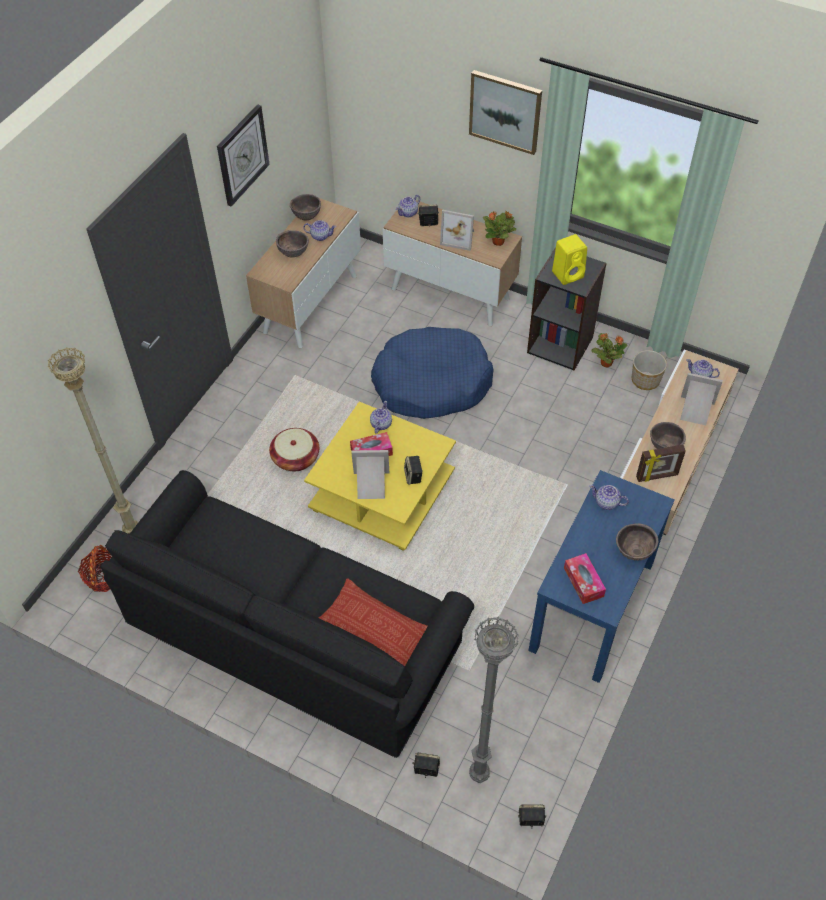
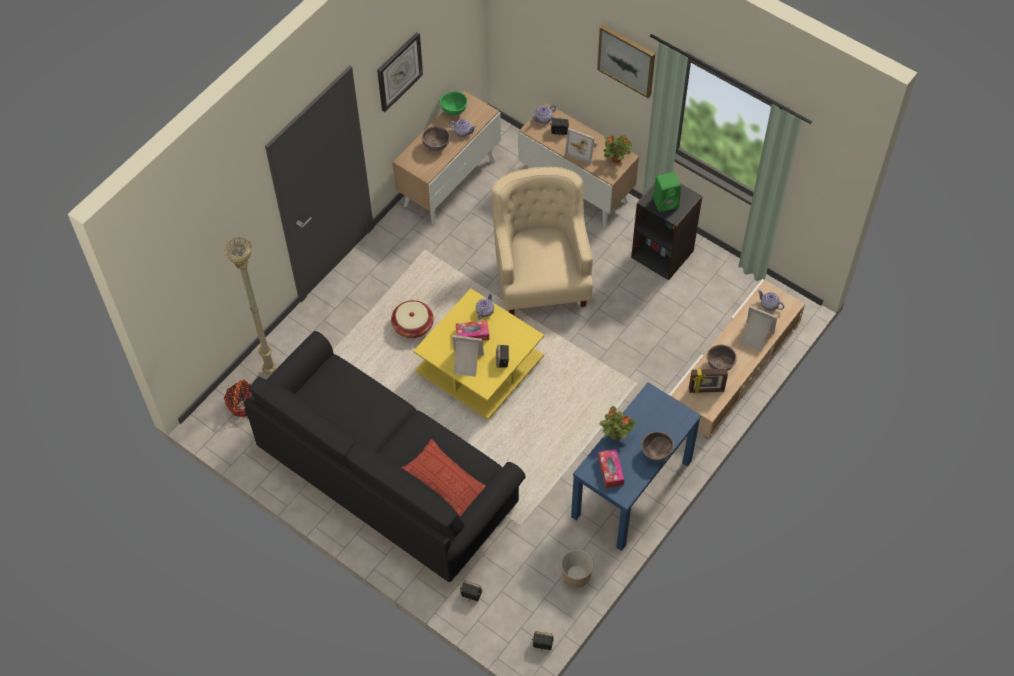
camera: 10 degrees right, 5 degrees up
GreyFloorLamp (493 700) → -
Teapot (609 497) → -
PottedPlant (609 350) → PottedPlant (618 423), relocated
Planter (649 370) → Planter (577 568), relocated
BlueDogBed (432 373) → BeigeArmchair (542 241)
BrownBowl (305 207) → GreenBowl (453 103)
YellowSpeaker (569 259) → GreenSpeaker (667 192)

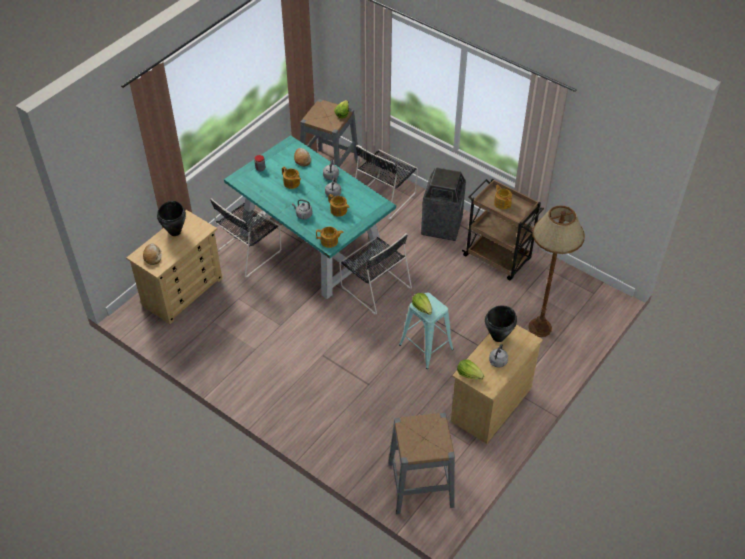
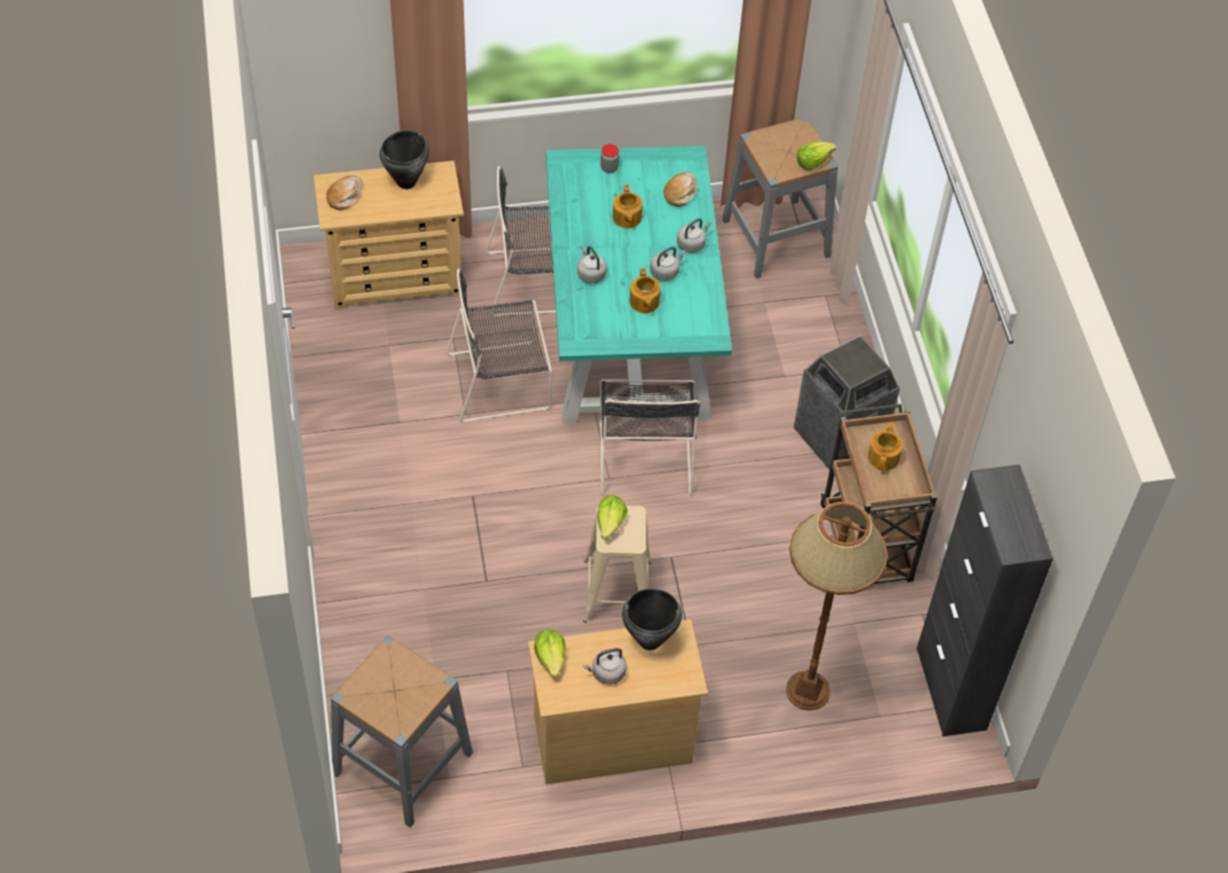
camera: 40 degrees right, 5 degrees up
Teapot (330 237) → -
- → BlackCabinet (985 600)
BlackChair (386 182) → BlackChair (499 345), relocated
TurquoiseStool (426 330) → BeigeStool (617 564)

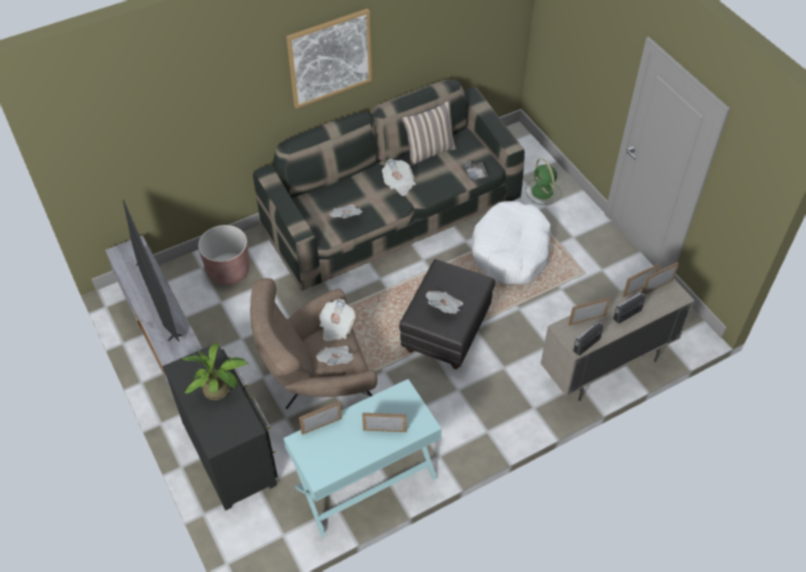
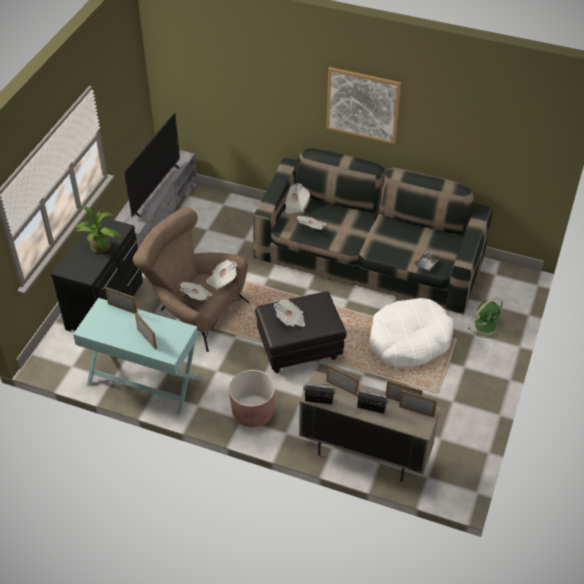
camera: 50 degrees right, 5 degrees down
Pillow (429 133) → -
BrownPlanter (224 255) → BrownPlanter (252 398), relocated
Newspaper (399 177) → Newspaper (297 198), relocated
GreenFan (543 181) → GreenFan (485 318), 150 degrees counterclockwise

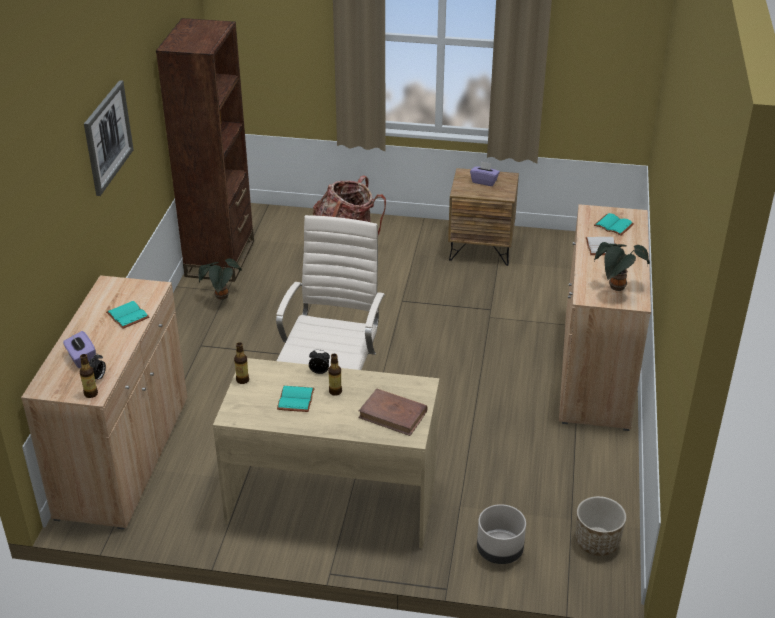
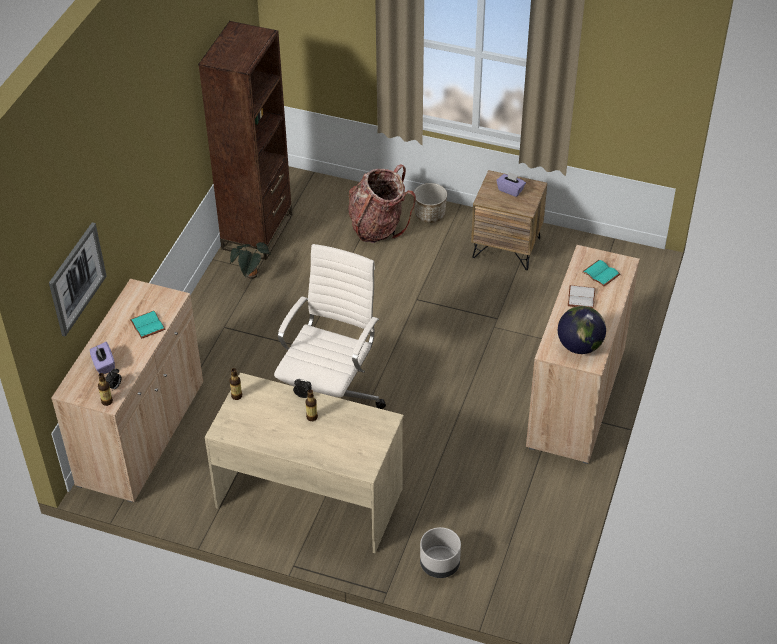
camera: 10 degrees right, 10 degrees up
TurquoiseBook (296 399) → -
BrownBook (393 412) → -
Picture (109 138) → Picture (78 279), relocated
Planter (601 526) → Planter (430 203), relocated
PottedPlant (622 266) → Globe (582 330)

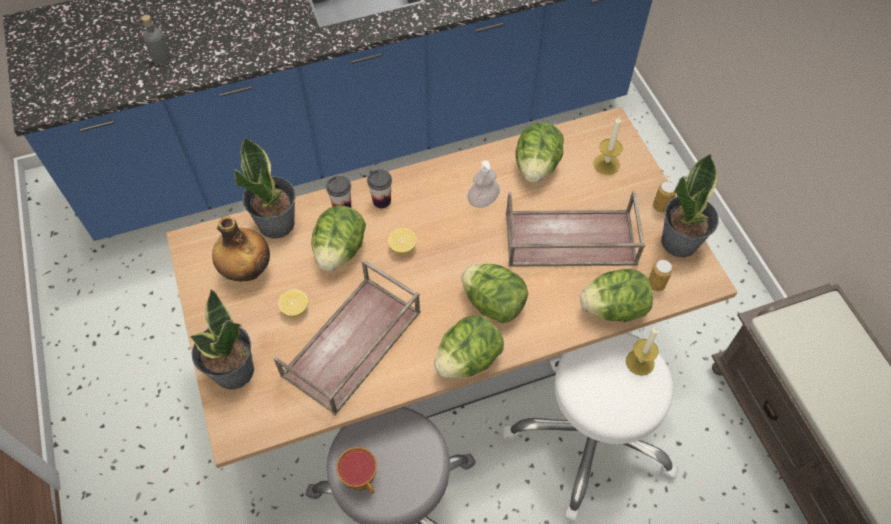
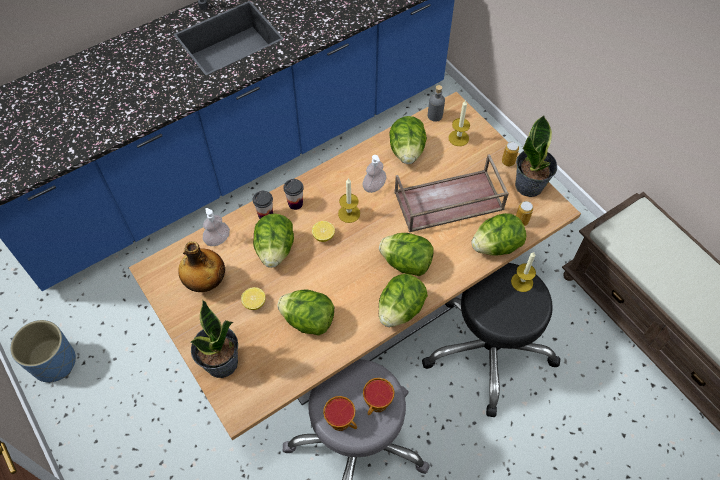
camera: 15 degrees left, 0 degrees up
- → BluePlanter (43 351)
- → Candle (349 200)
- → Cup (379 396)
GreyBottle (156 39) → GreyBottle (436 103), relocated
PottedPlant (265 187) → SoapDispenser (216 227)
BrownTray (347 337) → Lettuce (305 313)
WhiteStool (590 427) → BlackStool (491 340)

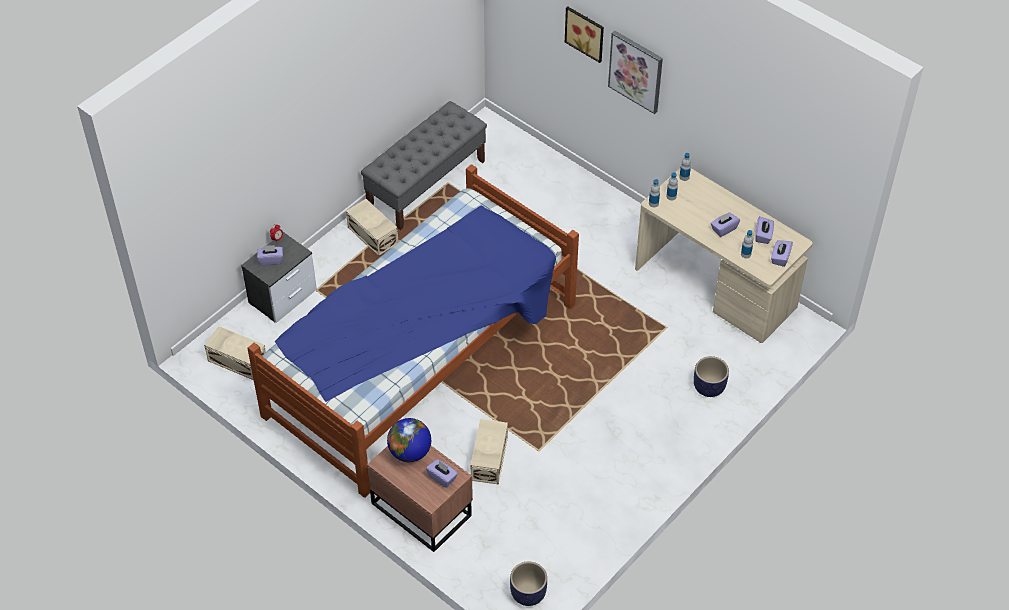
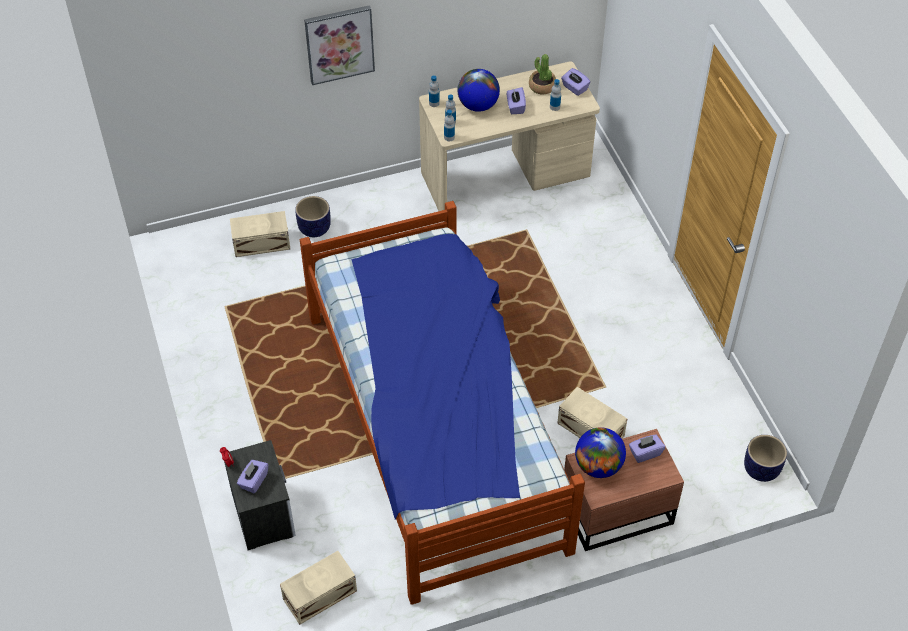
camera: 60 degrees left, 0 degrees up
GreyBench (424 165) → -
Picture (584 34) → -
- → Globe (478 90)
BeigeStorageBox (372 227) → BeigeStorageBox (260 234), relocated
Planter (711 376) → Planter (313 216), relocated
PurpleTissueBox (764 230) → PottedPlant (542 74)

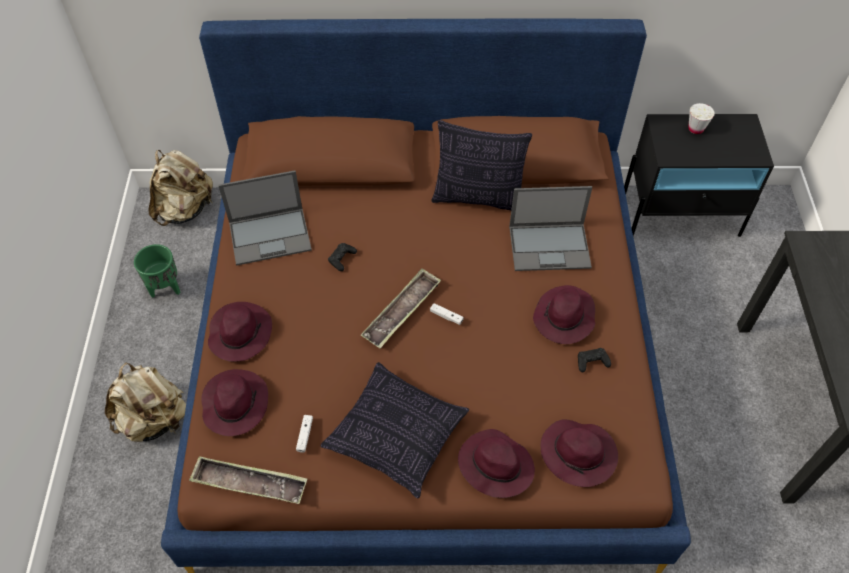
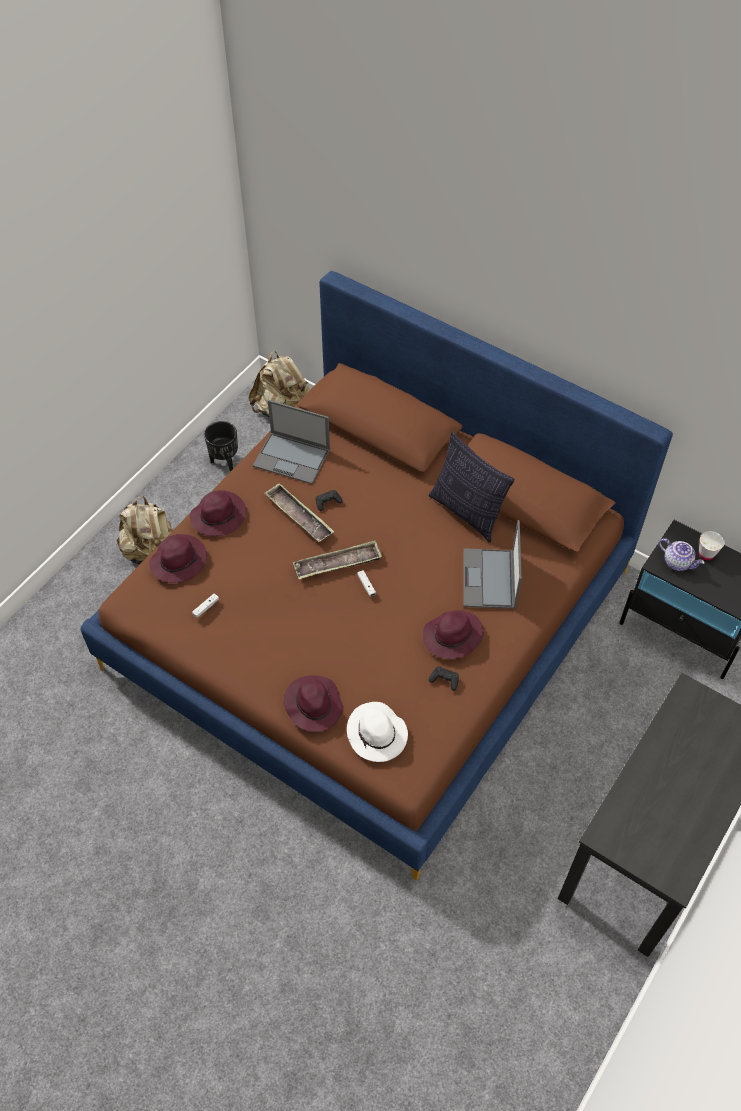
camera: 35 degrees right, 0 degrees up
Pillow (394 430) → -
- → Teapot (682 554)
Tray (248 480) → Tray (299 512), relocated
GreenPlanter (157 271) → BlackPlanter (221 446)
PurpleHat (579 453) → WhiteHat (377 732)
Laptop (550 228) → Laptop (492 564), 60 degrees clockwise

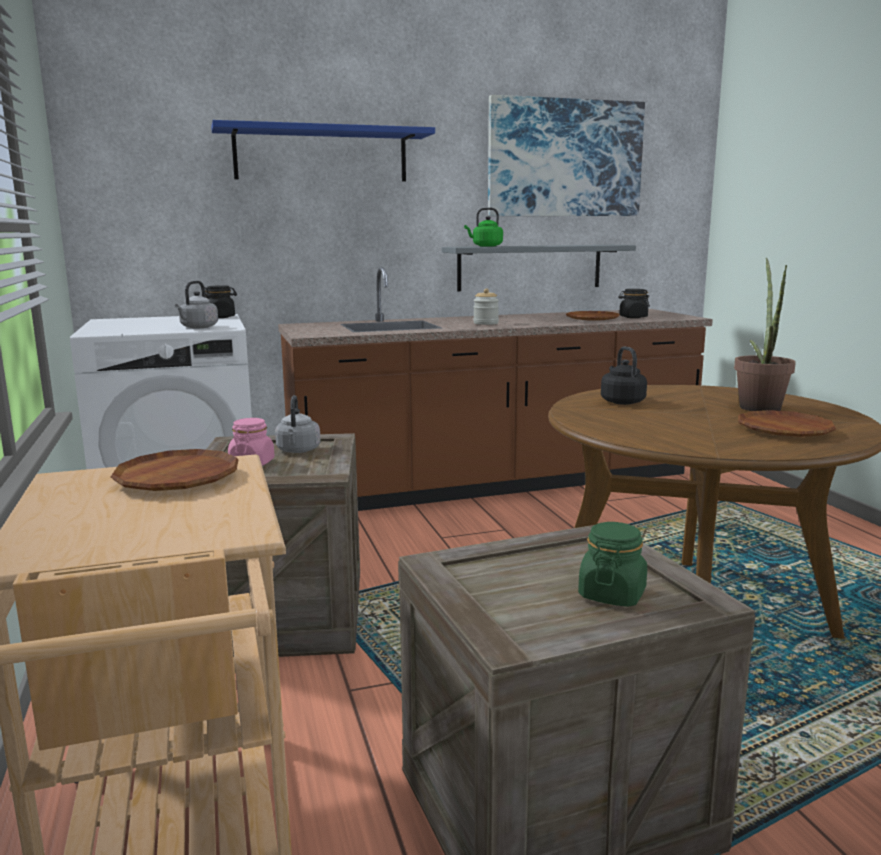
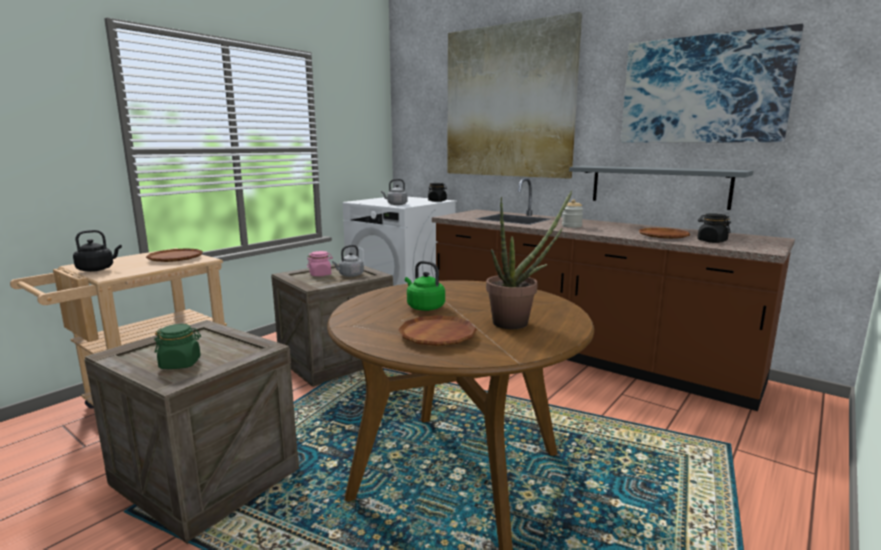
camera: 55 degrees right, 0 degrees up
GreenKettle (483 227) → GreenKettle (425 286), relocated
BlackKettle (624 375) → BlackKettle (97 251), relocated
BlueShelf (323 150) → Picture (514 95)

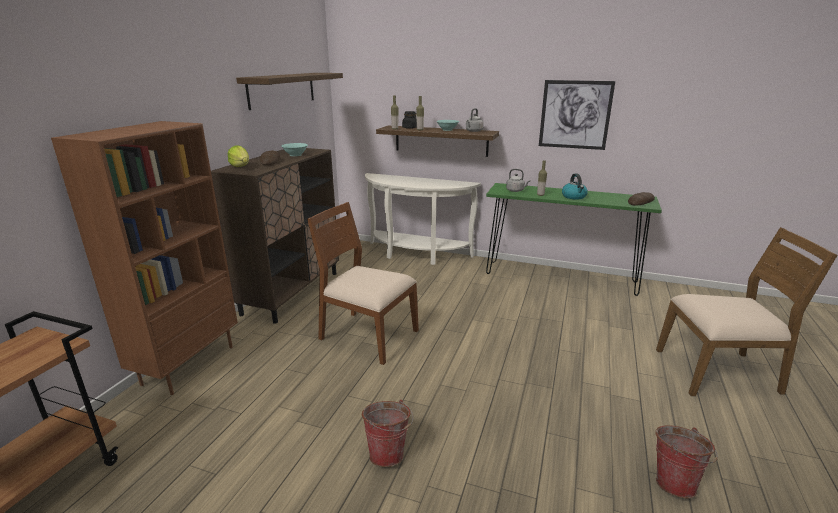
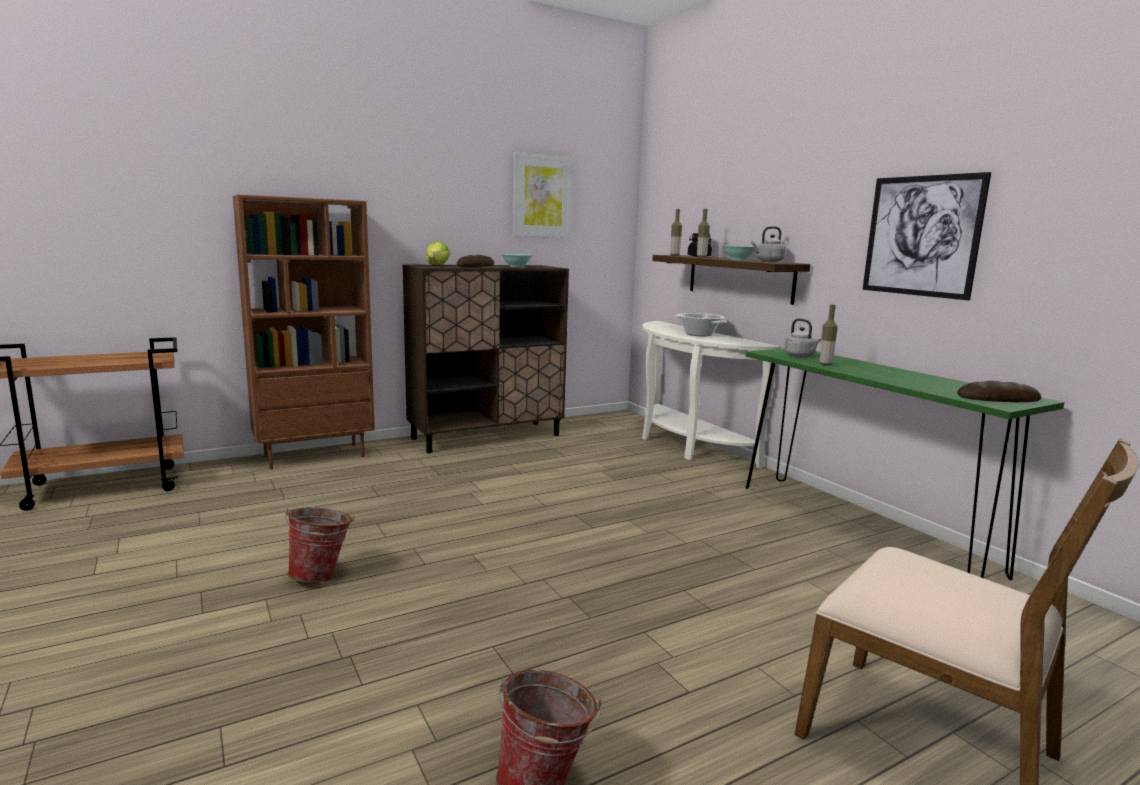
camera: 40 degrees right, 10 degrees down
BrownChair (363 283) → -
Kettle (575 187) → -
- → CookingPot (701 324)
Shelf (289 91) → Picture (543 195)

